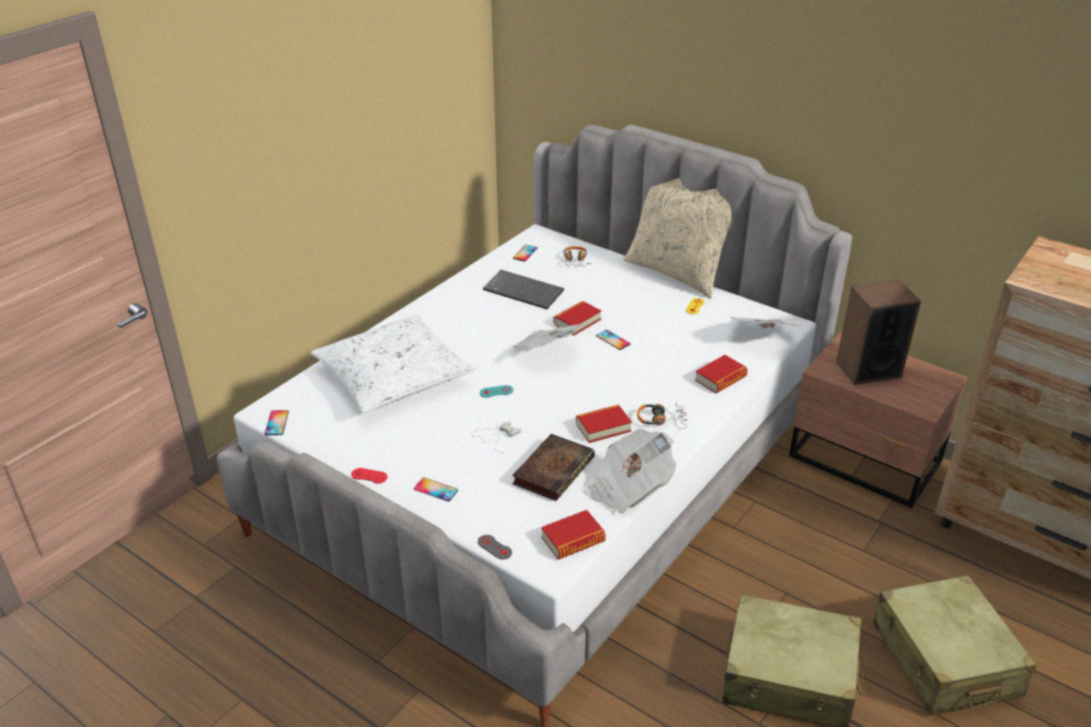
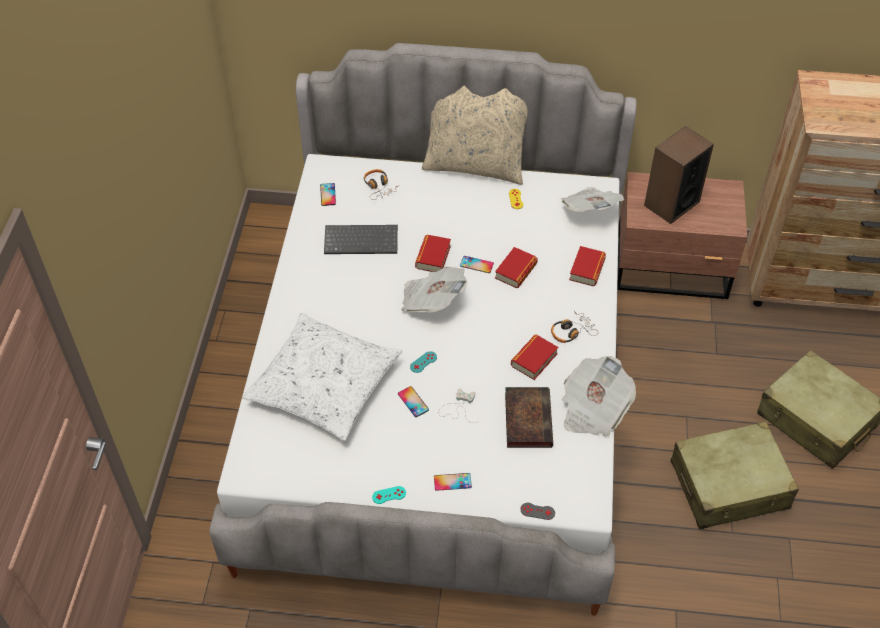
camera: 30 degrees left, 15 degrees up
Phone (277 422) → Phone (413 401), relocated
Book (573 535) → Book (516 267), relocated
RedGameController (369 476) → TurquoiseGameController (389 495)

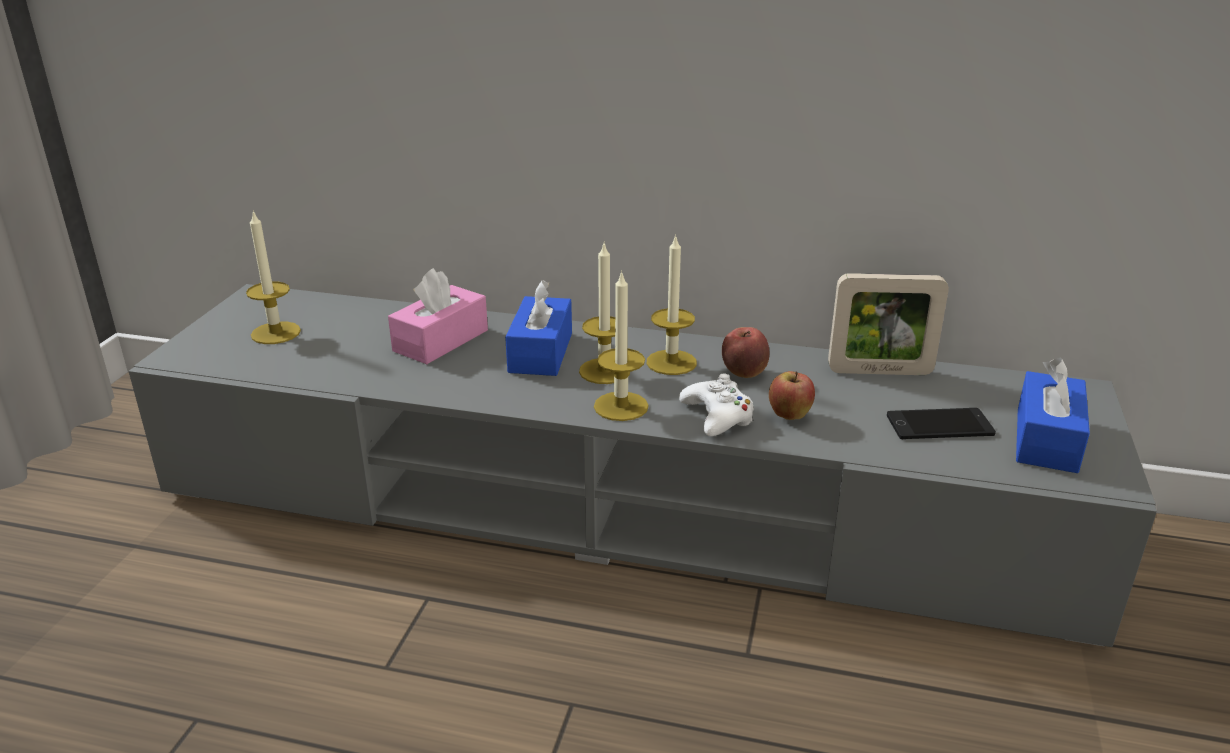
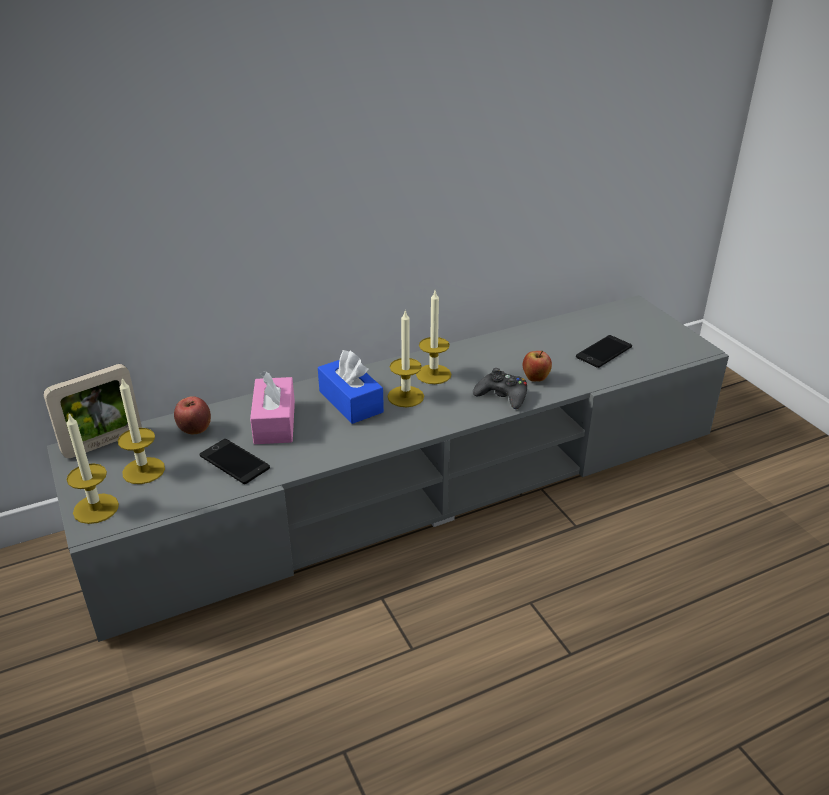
camera: 40 degrees left, 5 degrees up
BlueTissueBox (1053 415) → -
- → Phone (235 461)
Candle (621 345) → Candle (92 469), relocated
Apple (745 352) → Apple (192 415), relocated
PictureFrame (888 324) → PictureFrame (92 411), relocated
WhiteGameController (716 405) → BlackGameController (500 388)

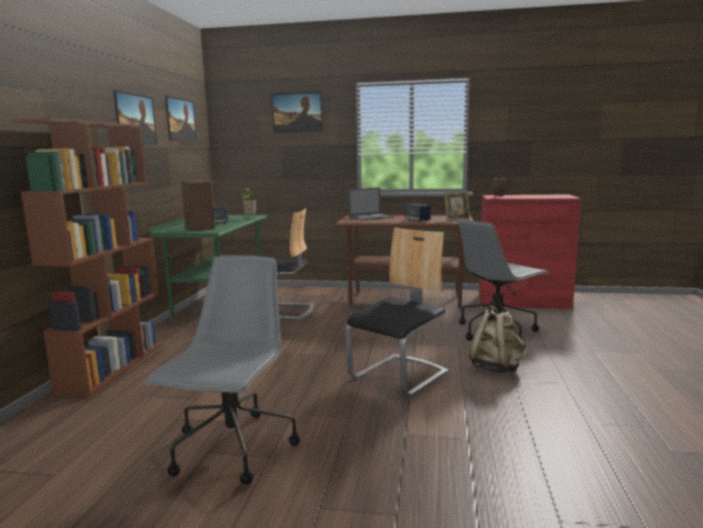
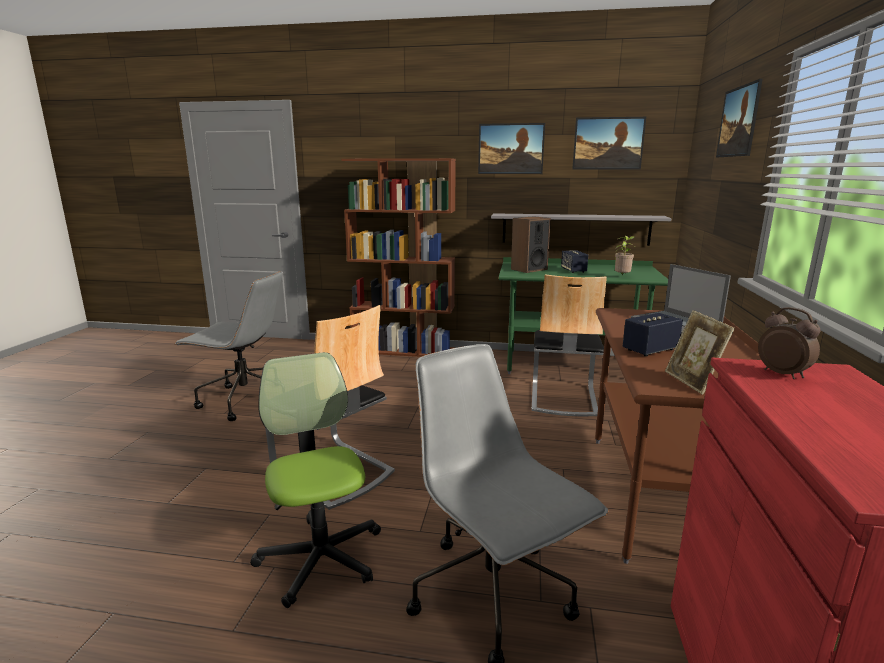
camera: 90 degrees right, 5 degrees up
- → GreyShelf (581 229)
BeigeBackpack (497 339) → OfficeChair (315 480)

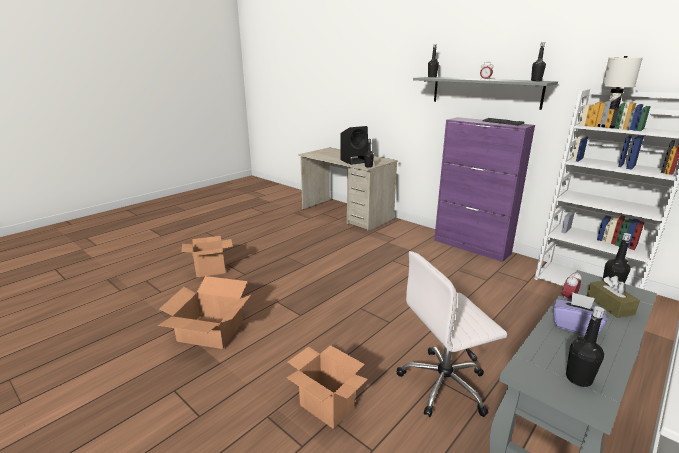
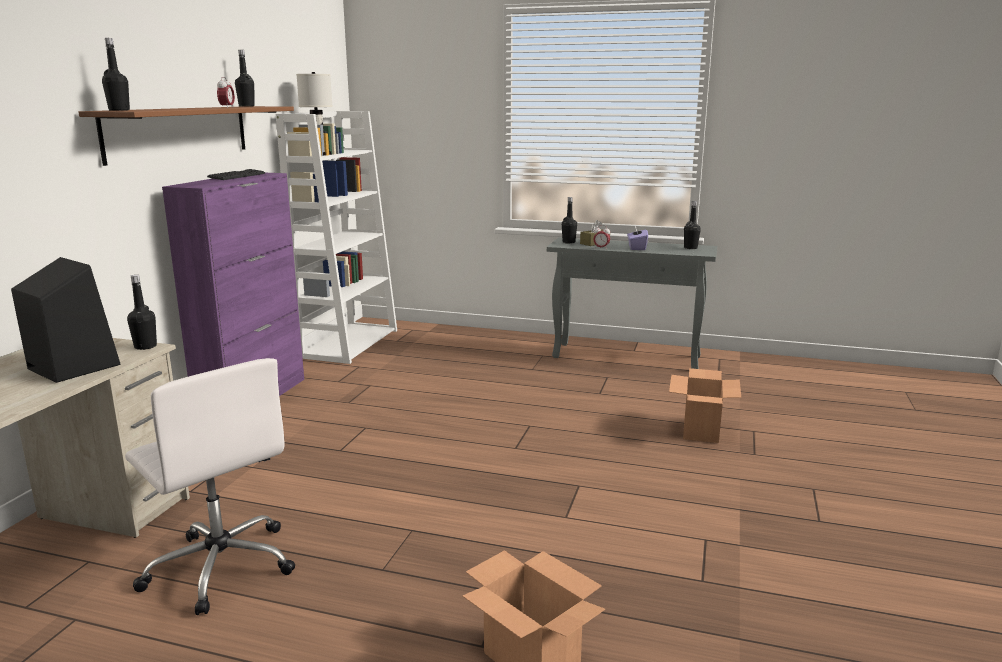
camera: 115 degrees left, 5 degrees down
CardboardBox (204 312) → -
WhiteOfficeChair (452 334) → WhiteOfficeChair (210 486), relocated
GreyShelf (485 93) → BrownShelf (186 136)

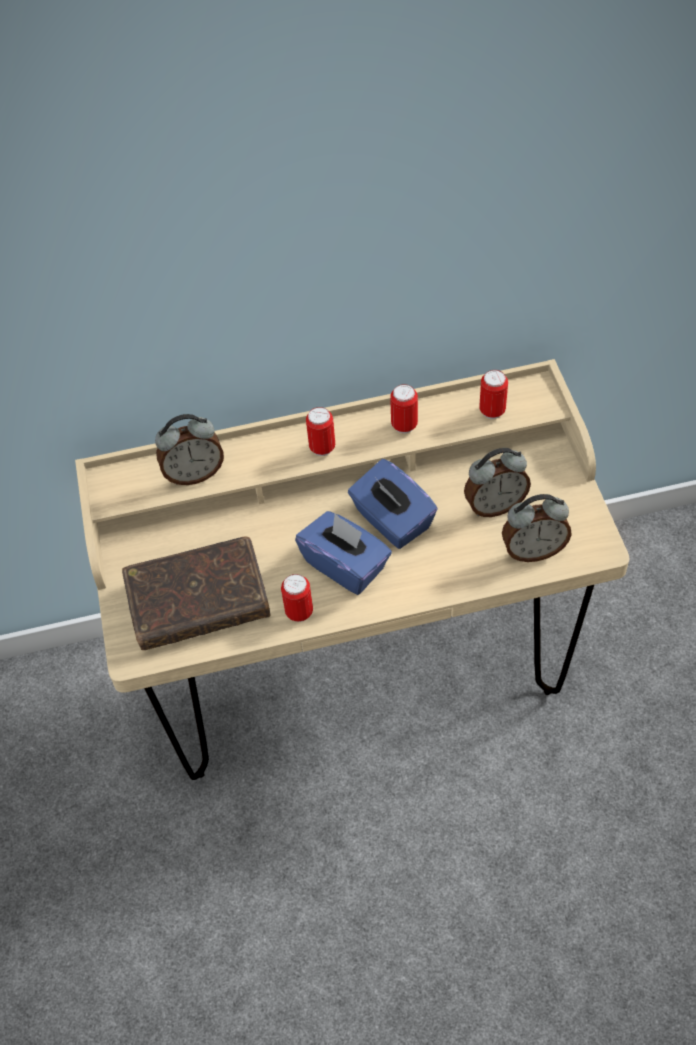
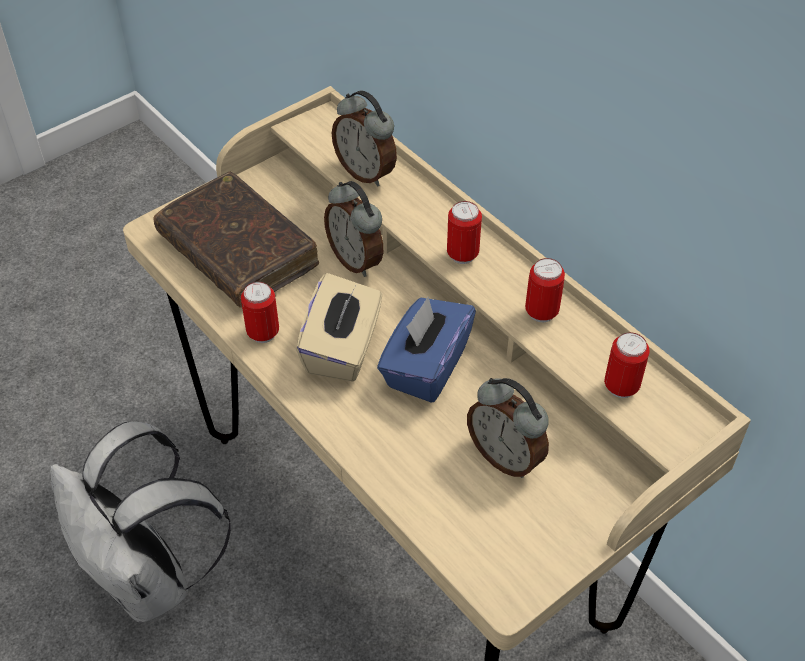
camera: 60 degrees right, 5 degrees down
- → WhiteBackpack (140 522)
AlarmClock (537 528) → AlarmClock (353 229), relocated
BlueTissueBox (343 553) → BeigeTissueBox (339 327)

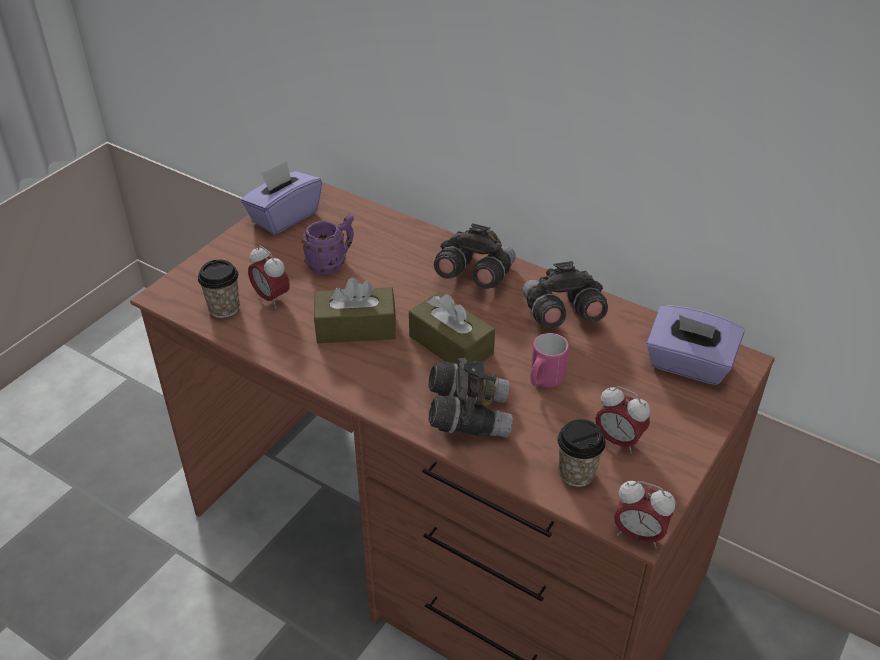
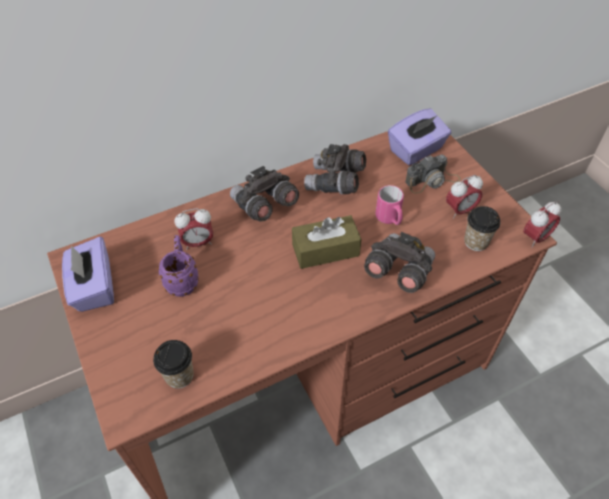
camera: 60 degrees left, 10 degrees up
BrownTissueBox (355 310) → -
- → PhotoCamera (433 174)
AlarmClock (269 277) → AlarmClock (194 229), relocated

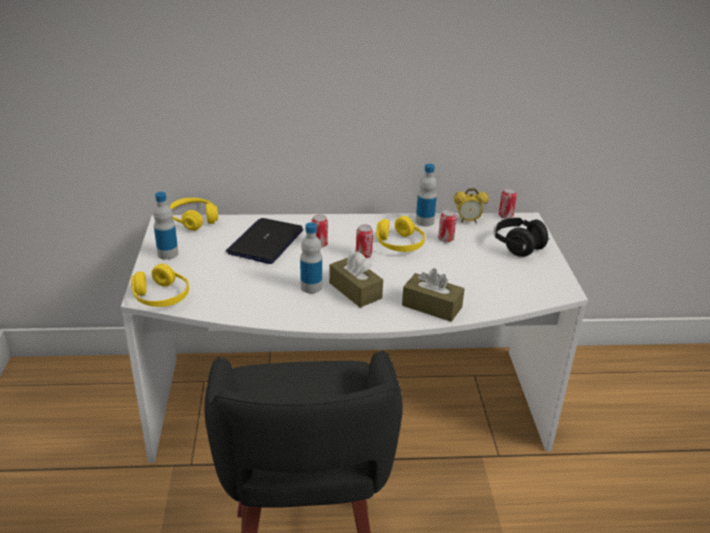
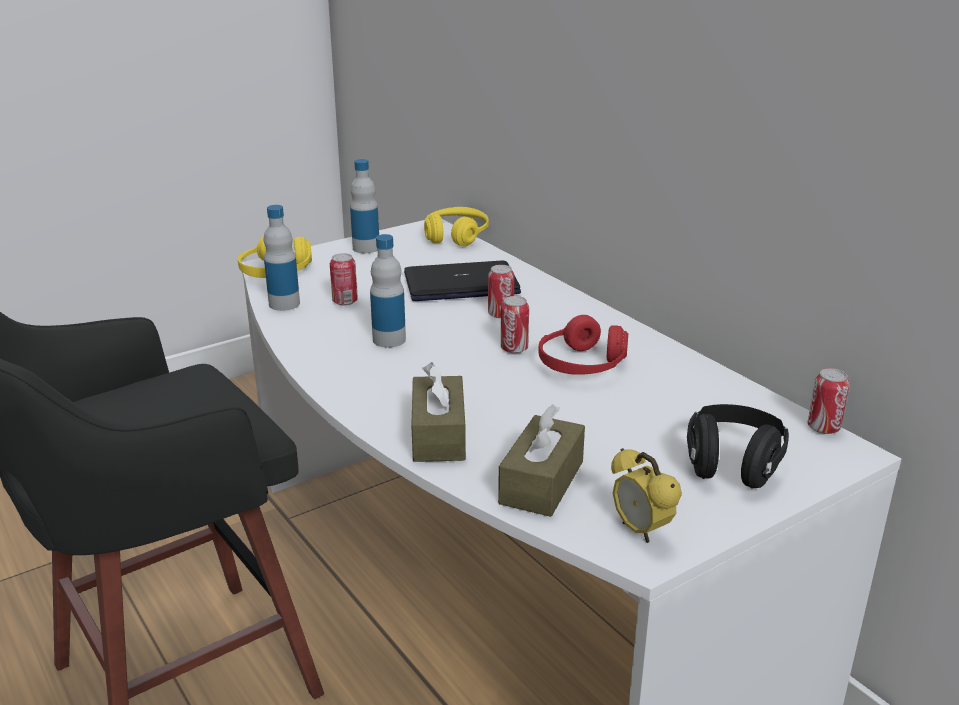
camera: 60 degrees right, 5 degrees down
BrownTissueBox (356 279) → BrownTissueBox (541 460), relocated
Bottle (426 195) → Bottle (282 258), relocated
Can (447 226) → Can (344 279), relocated
AlarmClock (471 205) → AlarmClock (646 495), relocated
YellowHeadphones (400 234) → RedHeadphones (583 345)

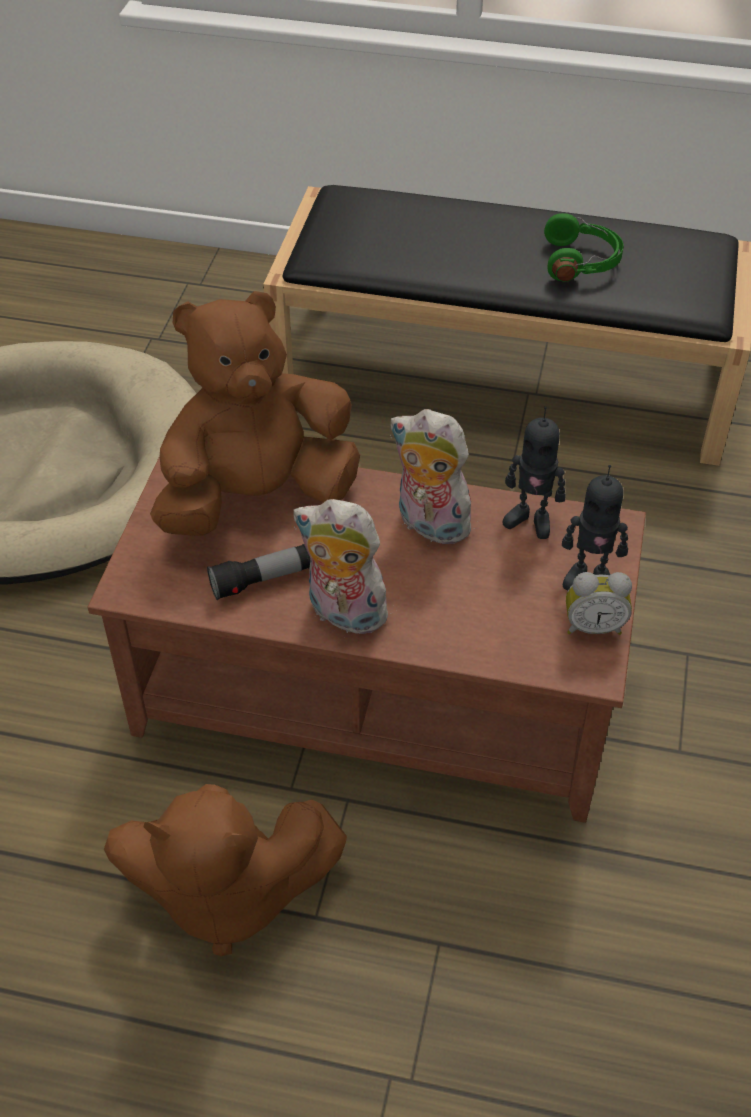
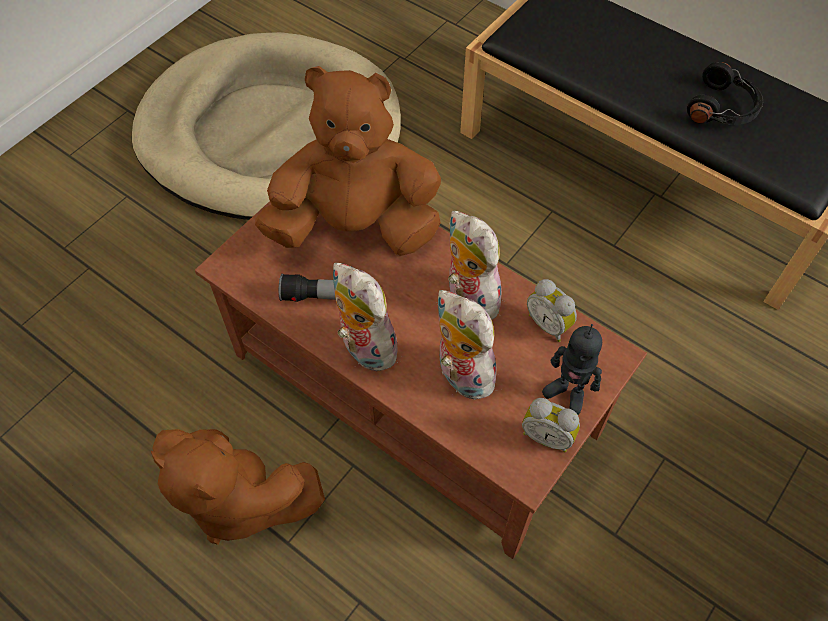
camera: 25 degrees right, 10 degrees up
- → PlushToy (469 345)
ToyRobot (534 472) → AlarmClock (552 310)
GreenHeadphones (584 247) → BlackHeadphones (725 93)

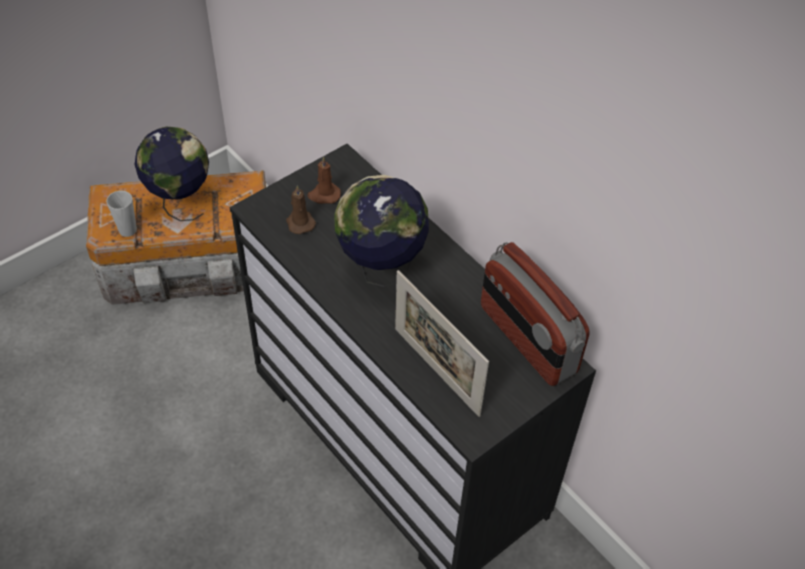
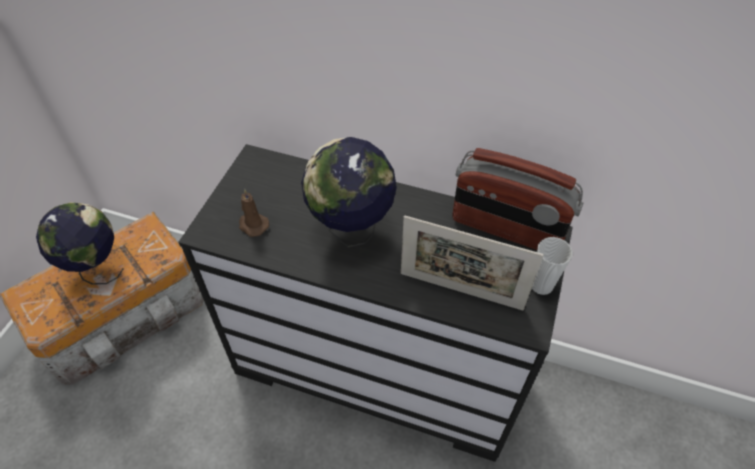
camera: 30 degrees left, 0 degrees up
BrownCandle (324 180) → -
Cup (121 213) → Cup (552 266), relocated

